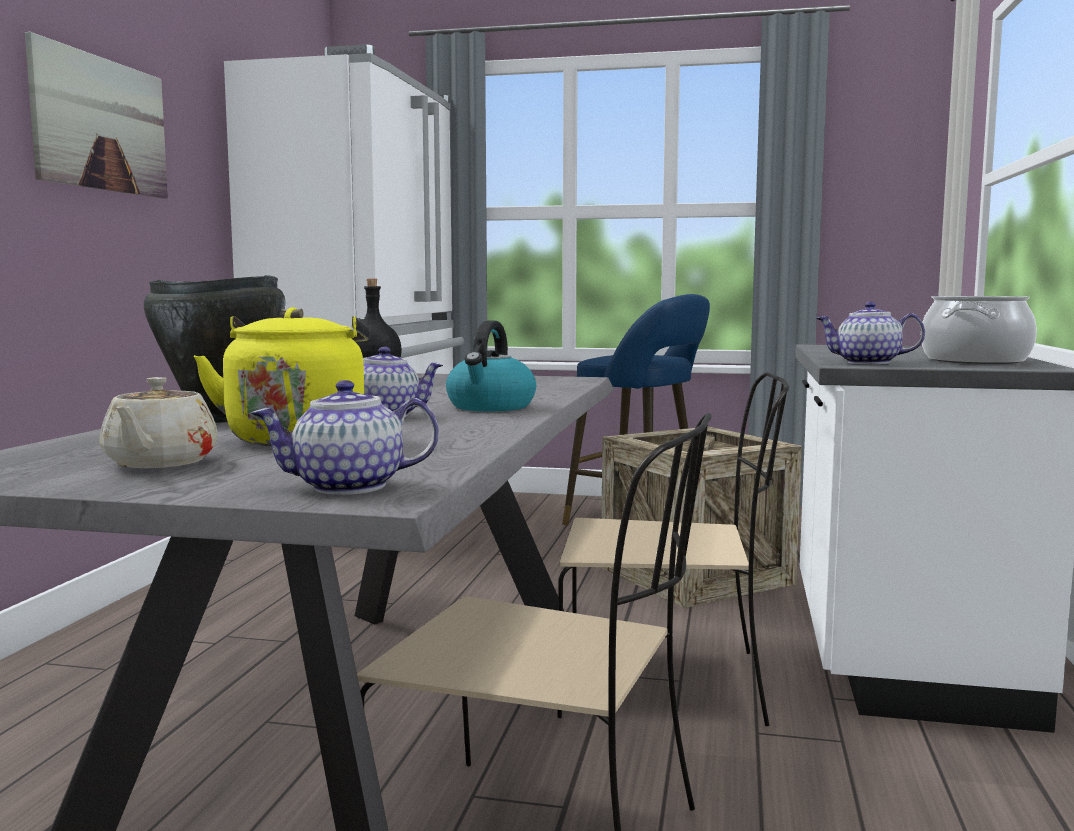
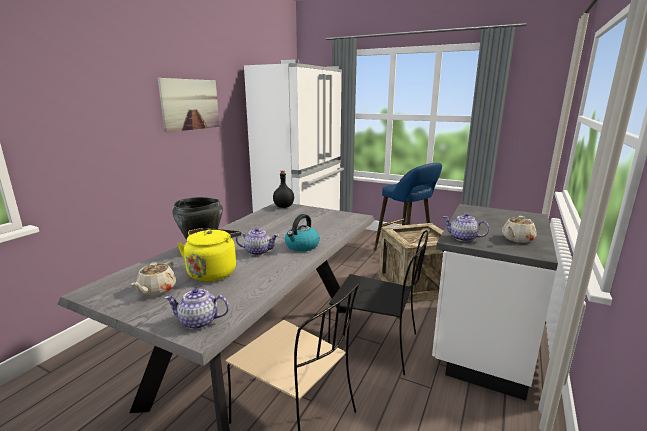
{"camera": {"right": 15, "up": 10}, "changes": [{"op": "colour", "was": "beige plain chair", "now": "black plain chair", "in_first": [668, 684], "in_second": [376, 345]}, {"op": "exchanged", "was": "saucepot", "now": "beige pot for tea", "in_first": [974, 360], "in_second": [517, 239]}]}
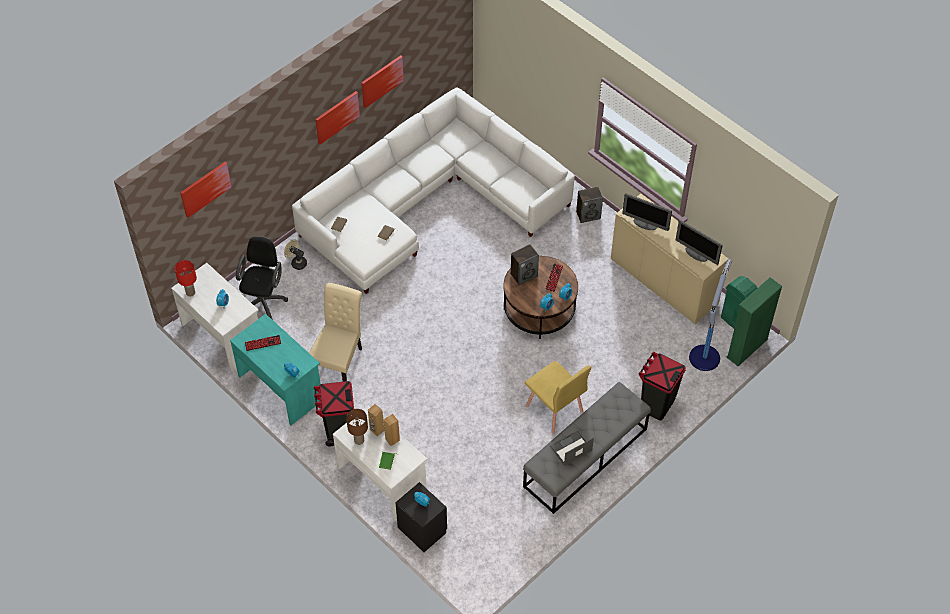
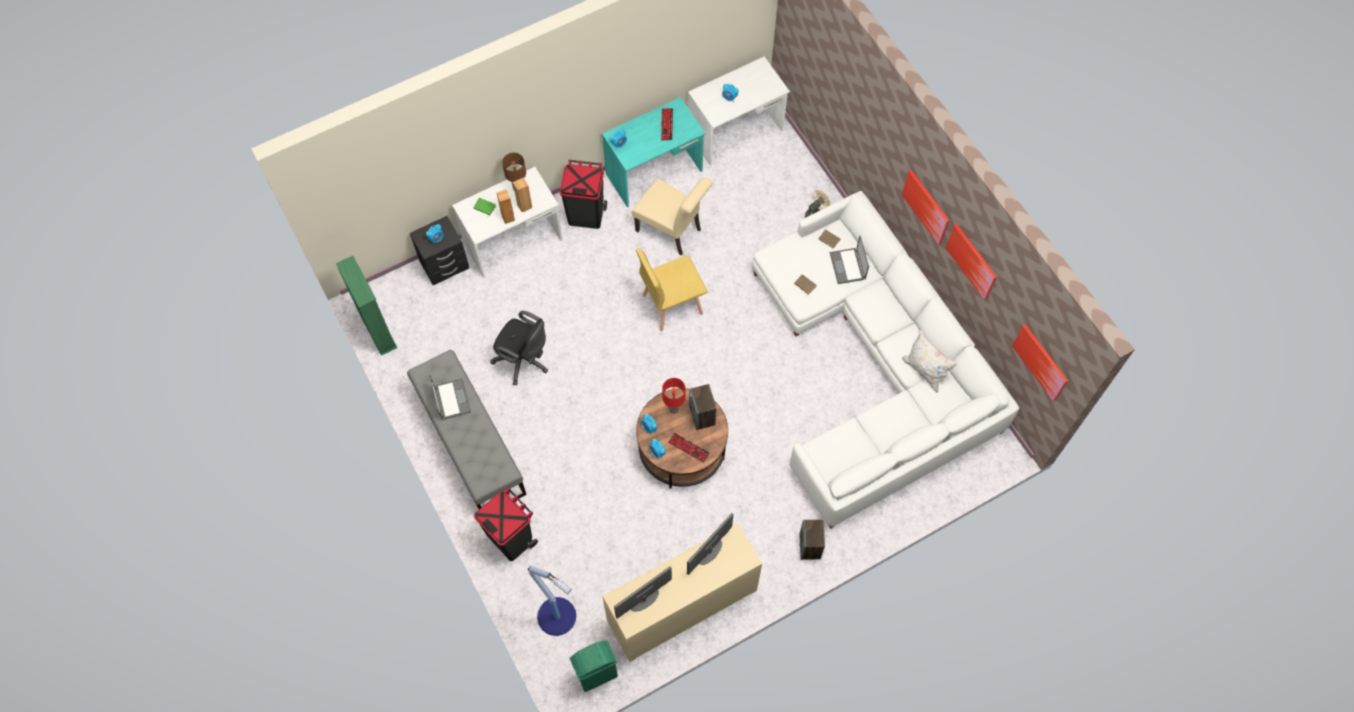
{"camera": {"right": 105, "up": 10}, "changes": [{"op": "relocated", "was": "reddish lamp for a table", "in_first": [190, 292], "in_second": [674, 408]}, {"op": "relocated", "was": "wall picture", "in_first": [205, 188], "in_second": [1040, 362]}, {"op": "relocated", "was": "black desk chair", "in_first": [264, 300], "in_second": [524, 361]}, {"op": "relocated", "was": "yellowish plain chair", "in_first": [554, 409], "in_second": [671, 304]}, {"op": "relocated", "was": "green shelving unit", "in_first": [747, 348], "in_second": [378, 331]}, {"op": "appeared", "now": "notebook computer", "in_second": [848, 266]}, {"op": "appeared", "now": "white cushion", "in_second": [924, 371]}]}
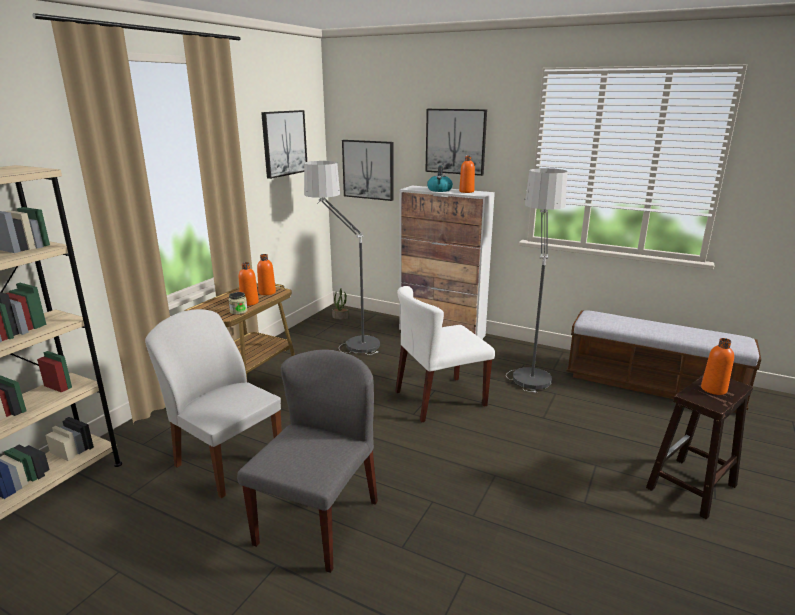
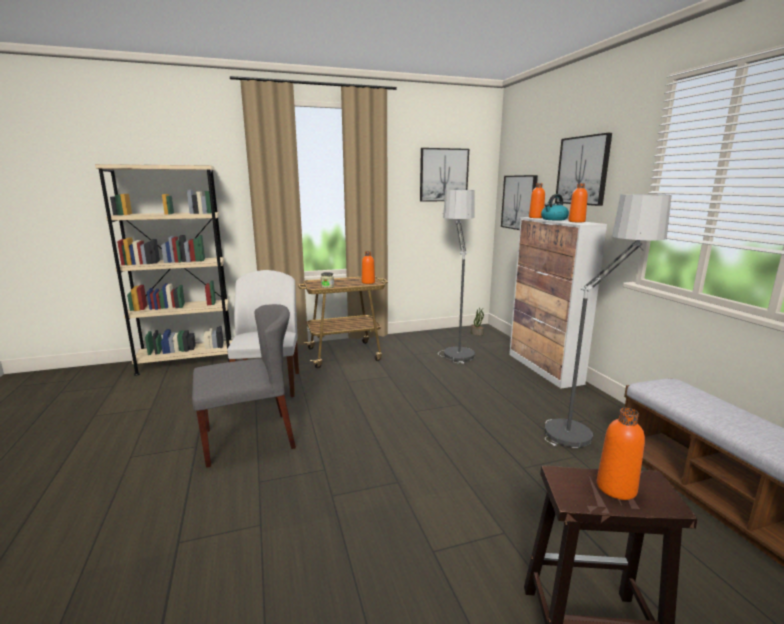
{"camera": {"right": 45, "up": -5}, "changes": [{"op": "relocated", "was": "orange-coloured beverage bottle", "in_first": [249, 302], "in_second": [536, 217]}, {"op": "missing", "was": "white plain chair", "in_first": [439, 399]}]}
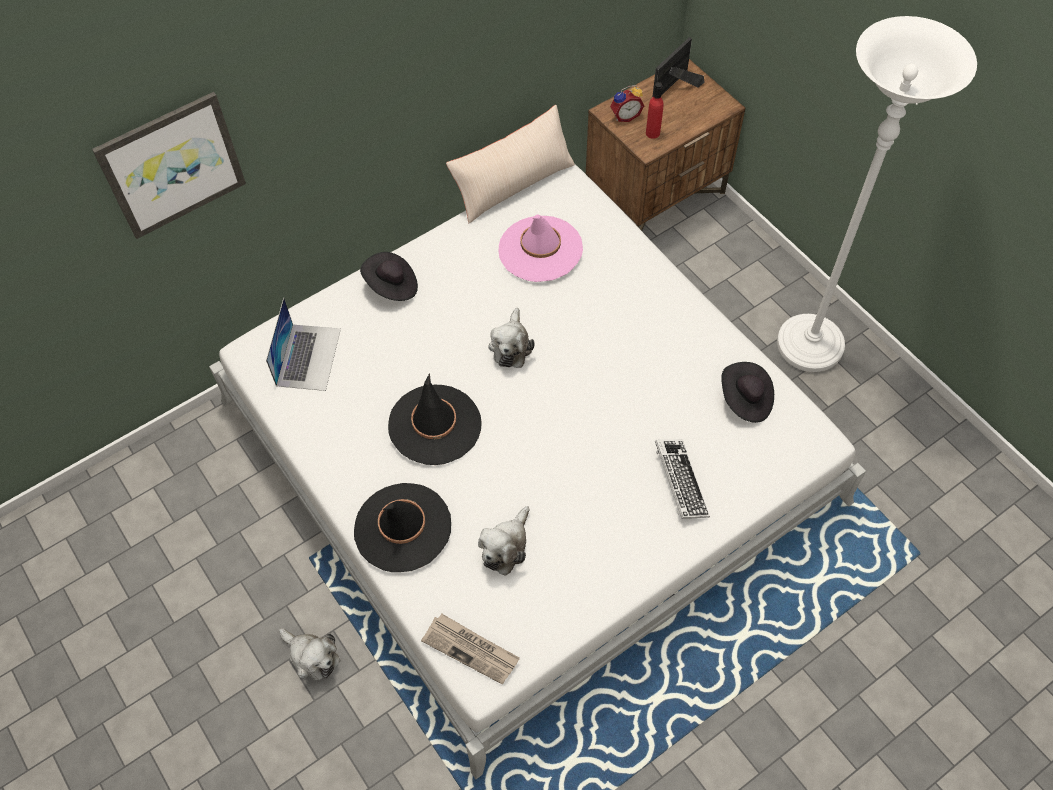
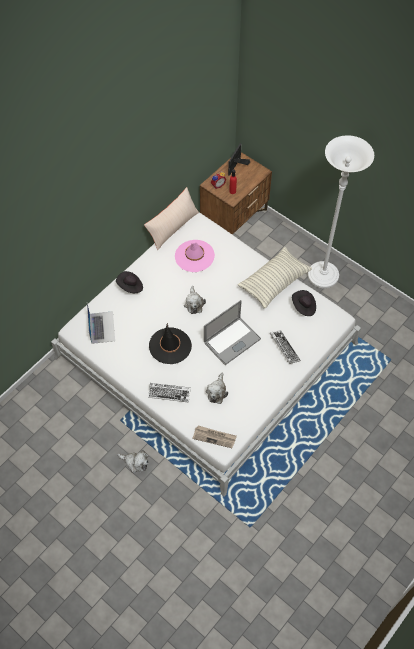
{"camera": {"right": -15, "up": 0}, "changes": [{"op": "missing", "was": "wall picture", "in_first": [171, 164]}, {"op": "exchanged", "was": "black hat", "now": "keyboard", "in_first": [402, 527], "in_second": [169, 393]}, {"op": "appeared", "now": "notebook computer", "in_second": [232, 341]}, {"op": "appeared", "now": "cushion", "in_second": [274, 282]}]}
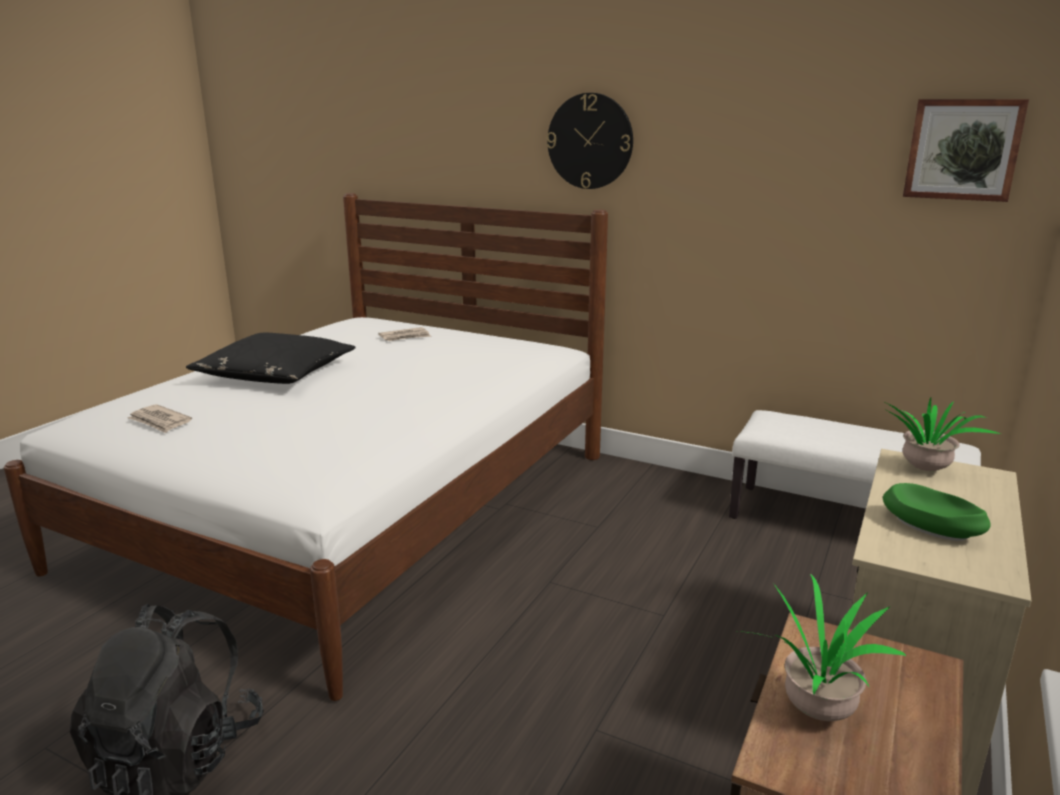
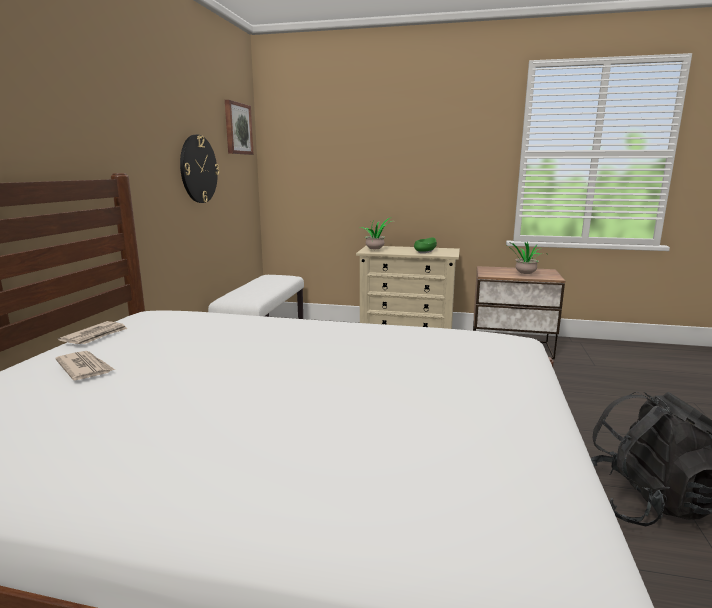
{"camera": {"right": -105, "up": -5}, "changes": [{"op": "relocated", "was": "daily paper", "in_first": [160, 421], "in_second": [96, 336]}, {"op": "missing", "was": "black cushion", "in_first": [276, 374]}, {"op": "relocated", "was": "hanging clock", "in_first": [590, 141], "in_second": [198, 169]}]}
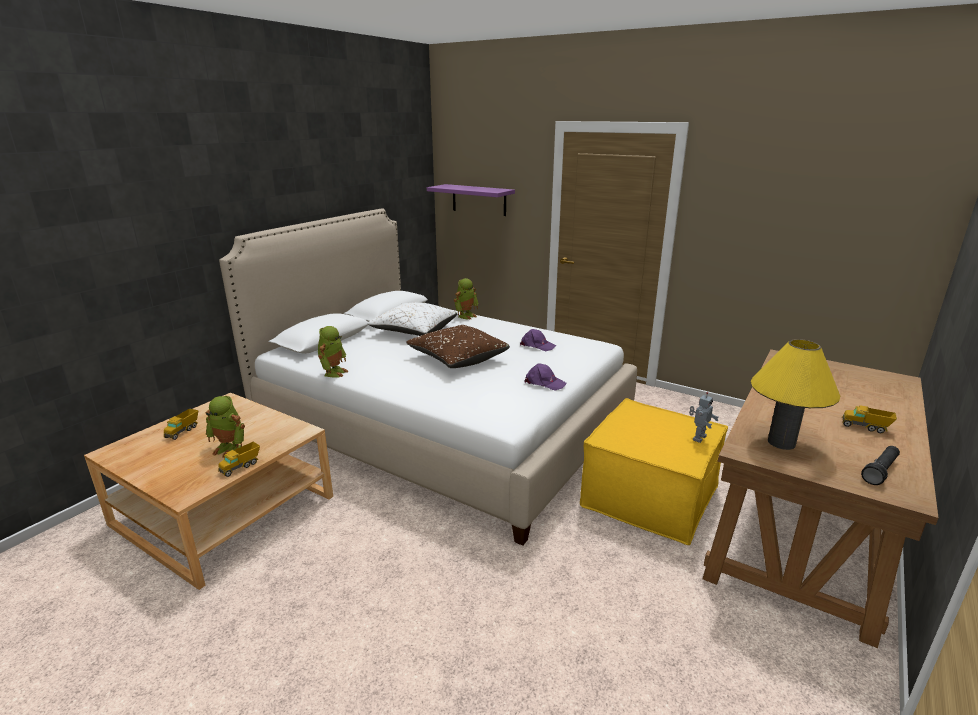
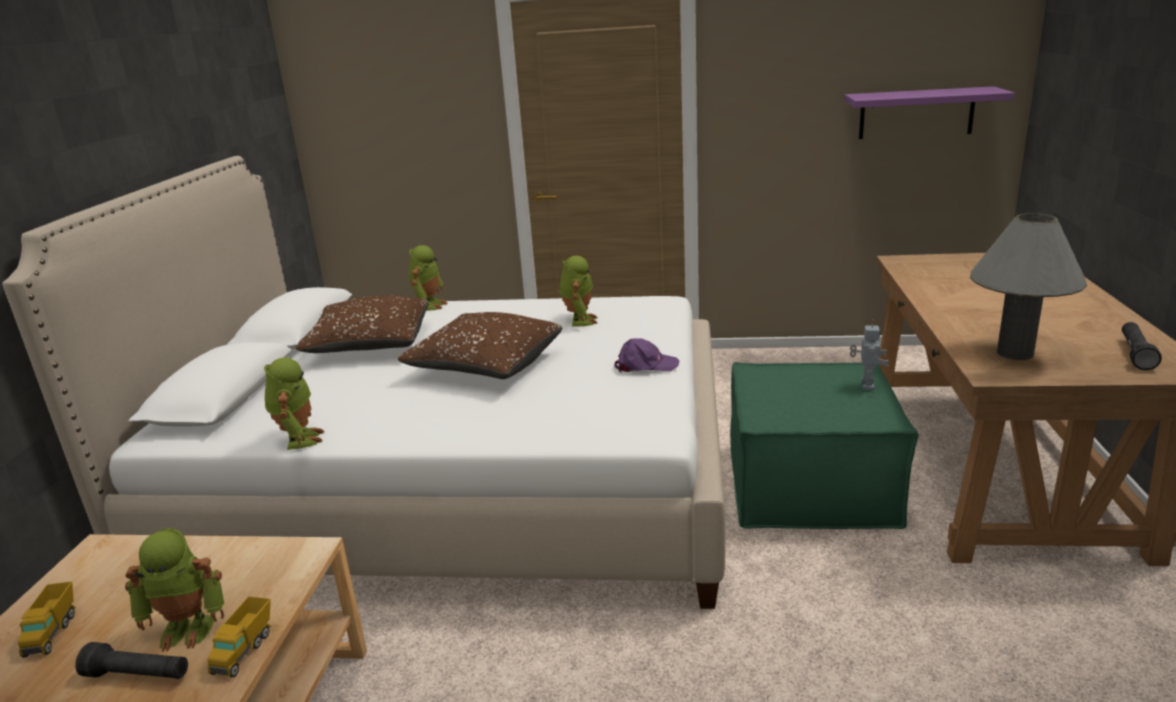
{"camera": {"right": -25, "up": 0}, "changes": [{"op": "colour", "was": "white cushion", "now": "brownish cushion", "in_first": [414, 331], "in_second": [370, 345]}, {"op": "relocated", "was": "purplish shelf", "in_first": [479, 200], "in_second": [916, 113]}, {"op": "exchanged", "was": "purplish cap", "now": "robot figure", "in_first": [537, 345], "in_second": [579, 321]}, {"op": "colour", "was": "yellowish ottoman", "now": "green ottoman", "in_first": [649, 496], "in_second": [810, 485]}, {"op": "colour", "was": "yellowish lamp for a table", "now": "gray lamp for a table", "in_first": [781, 442], "in_second": [1015, 353]}, {"op": "missing", "was": "model truck", "in_first": [865, 427]}, {"op": "appeared", "now": "black flashlight", "in_second": [138, 675]}]}
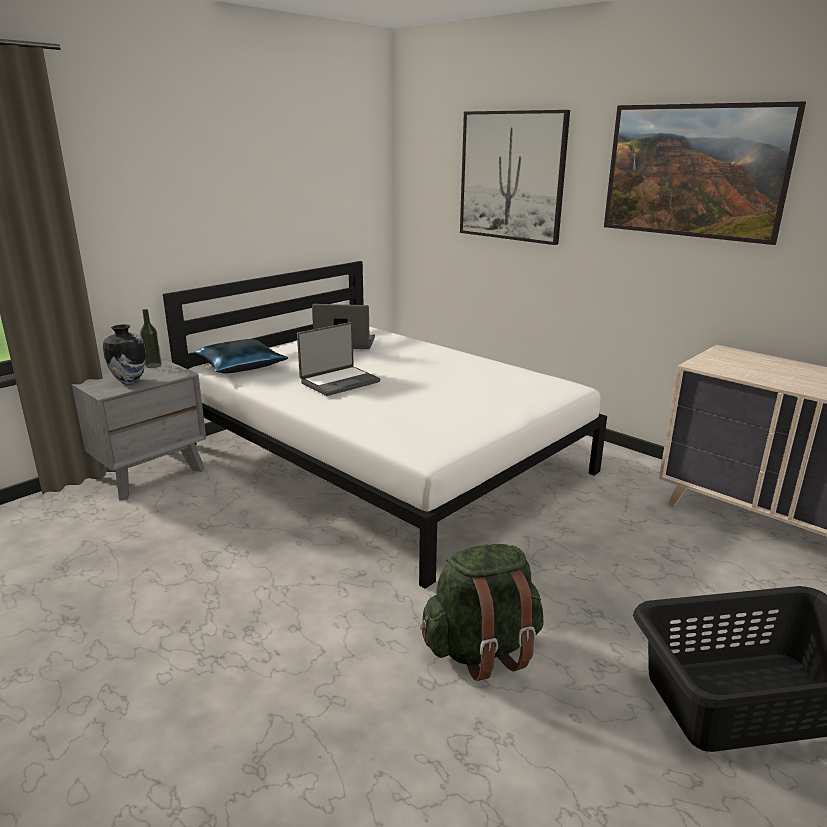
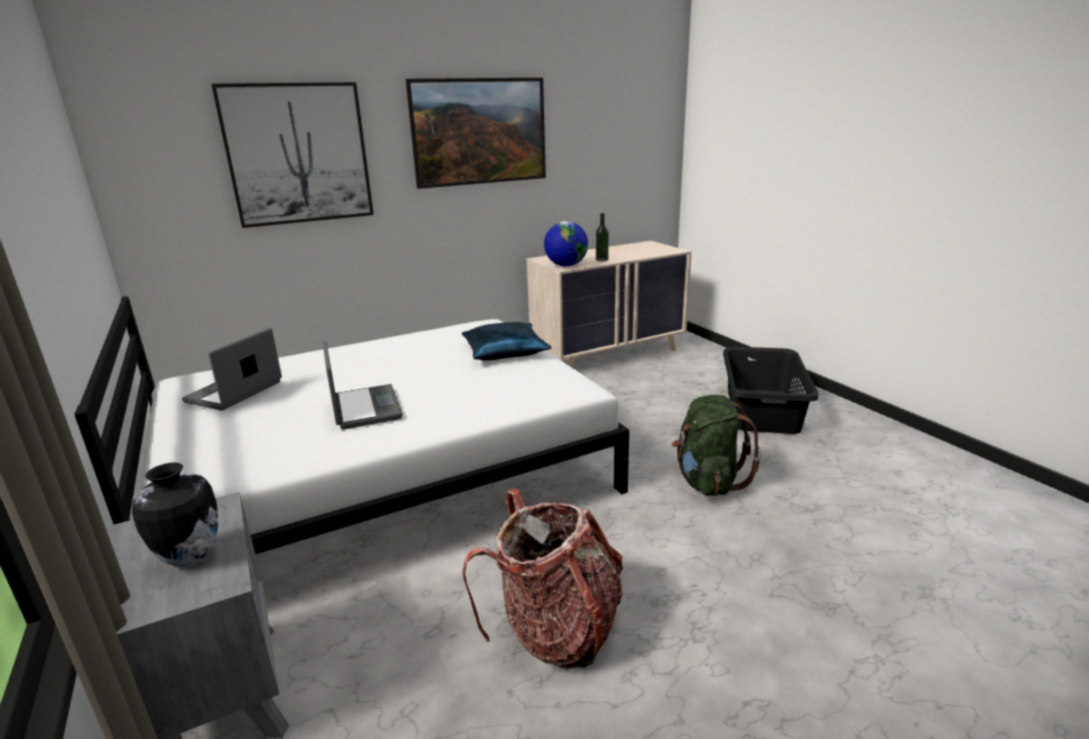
{"camera": {"right": -70, "up": 0}, "changes": [{"op": "relocated", "was": "beverage bottle", "in_first": [153, 365], "in_second": [602, 260]}, {"op": "relocated", "was": "blue-coloured cushion", "in_first": [241, 366], "in_second": [505, 351]}, {"op": "appeared", "now": "backpack", "in_second": [557, 629]}, {"op": "appeared", "now": "world globe", "in_second": [566, 265]}]}
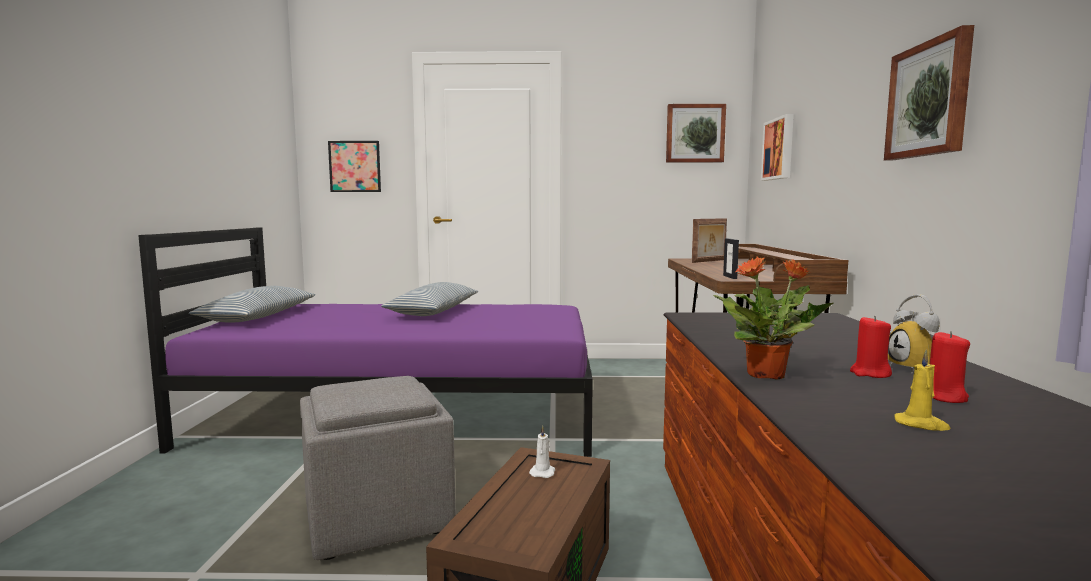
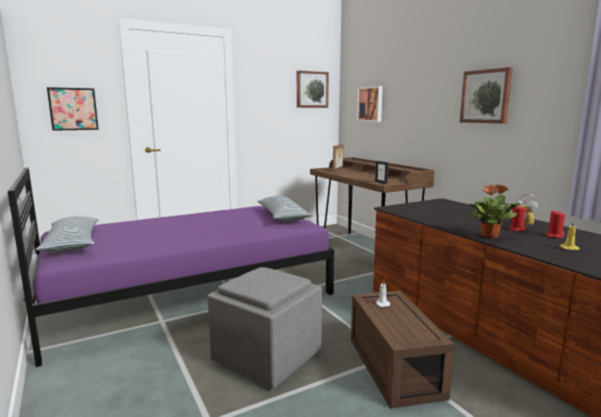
{"camera": {"right": -30, "up": 5}, "changes": [{"op": "relocated", "was": "cushion", "in_first": [434, 311], "in_second": [282, 216]}]}
